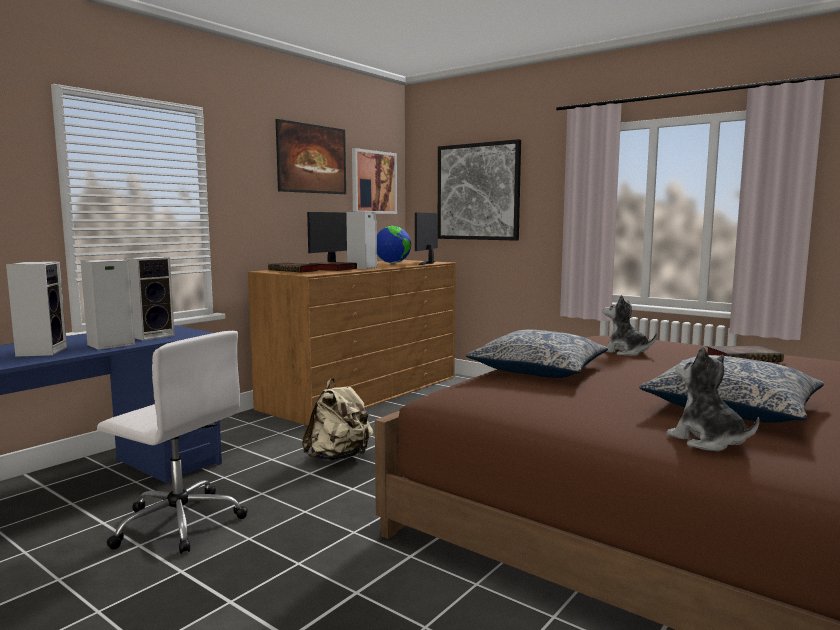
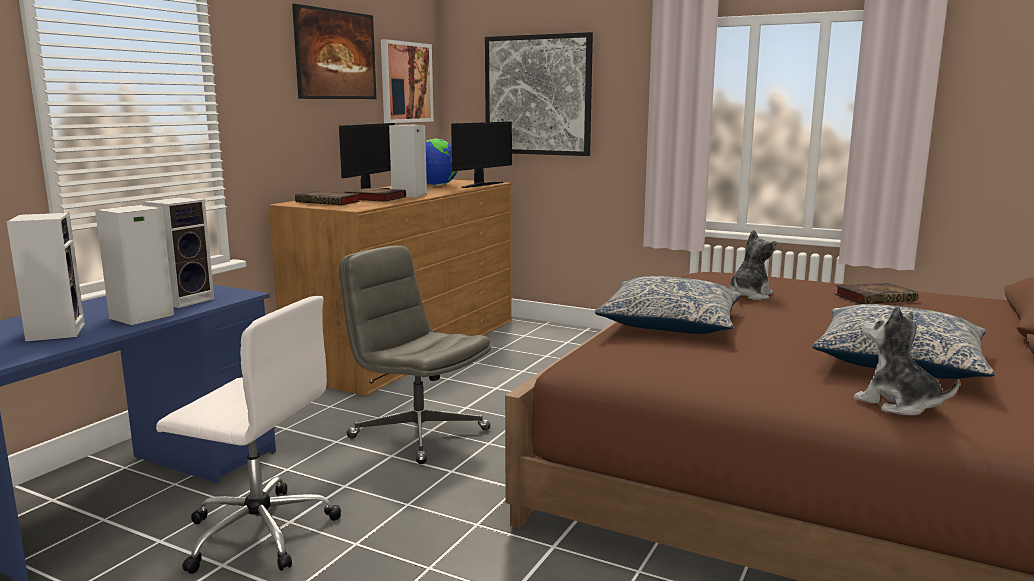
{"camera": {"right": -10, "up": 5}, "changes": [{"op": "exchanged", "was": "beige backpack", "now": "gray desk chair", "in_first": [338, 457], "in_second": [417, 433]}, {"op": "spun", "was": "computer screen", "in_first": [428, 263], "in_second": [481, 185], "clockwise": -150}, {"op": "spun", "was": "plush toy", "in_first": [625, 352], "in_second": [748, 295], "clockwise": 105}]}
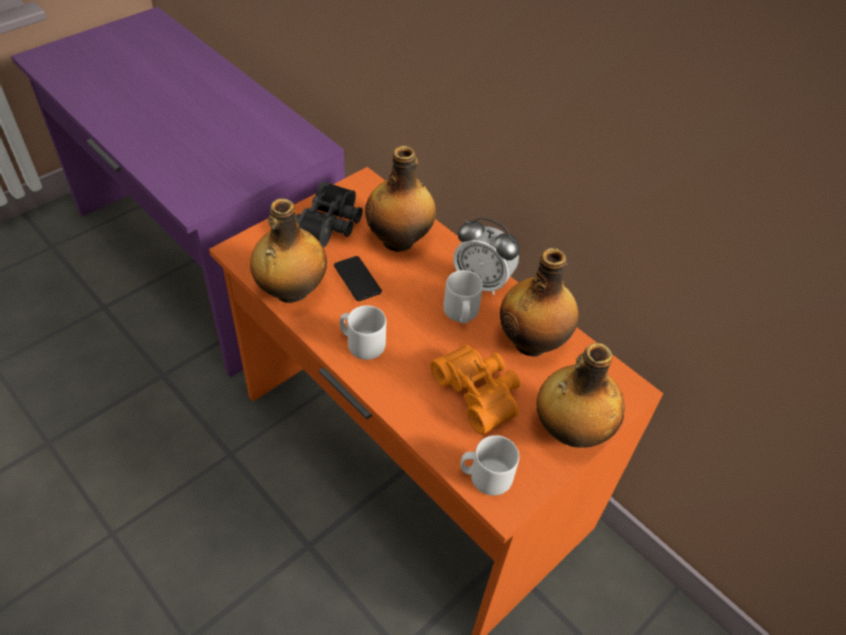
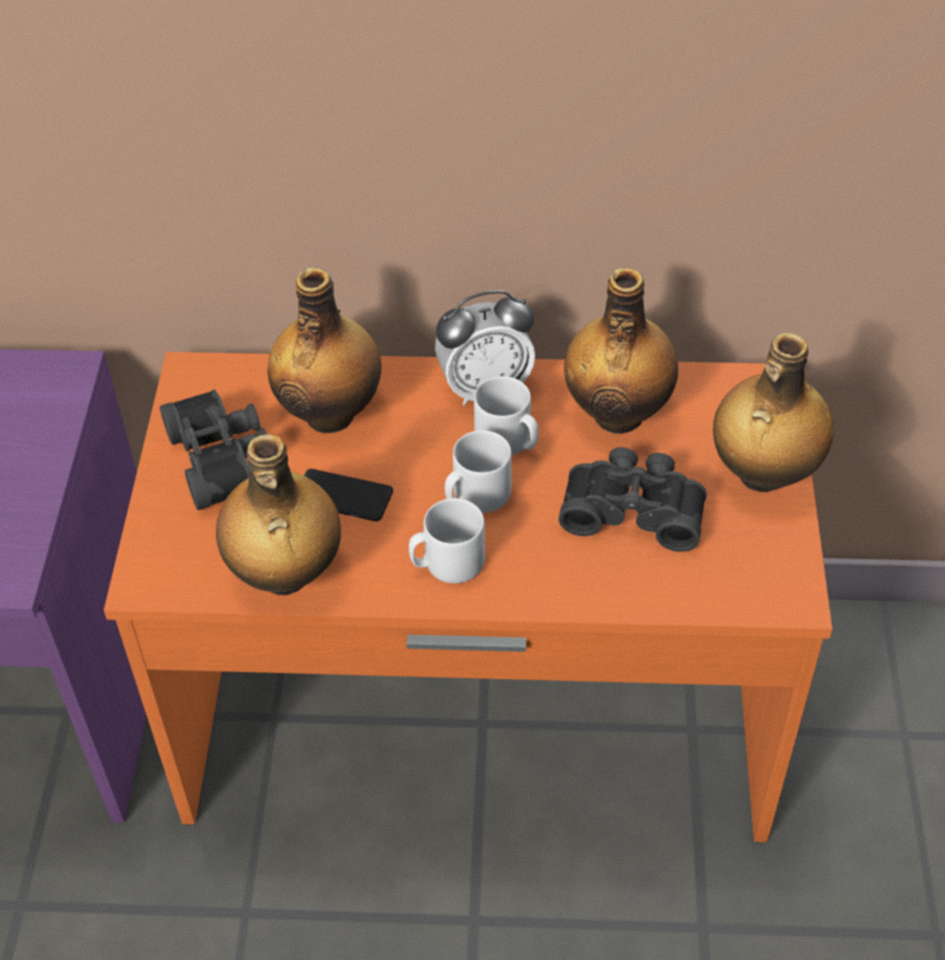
{"camera": {"right": -40, "up": 0}, "changes": [{"op": "colour", "was": "orange-coloured pair of binoculars", "now": "black pair of binoculars", "in_first": [479, 392], "in_second": [633, 509]}, {"op": "relocated", "was": "gray coffee mug", "in_first": [485, 476], "in_second": [476, 496]}]}
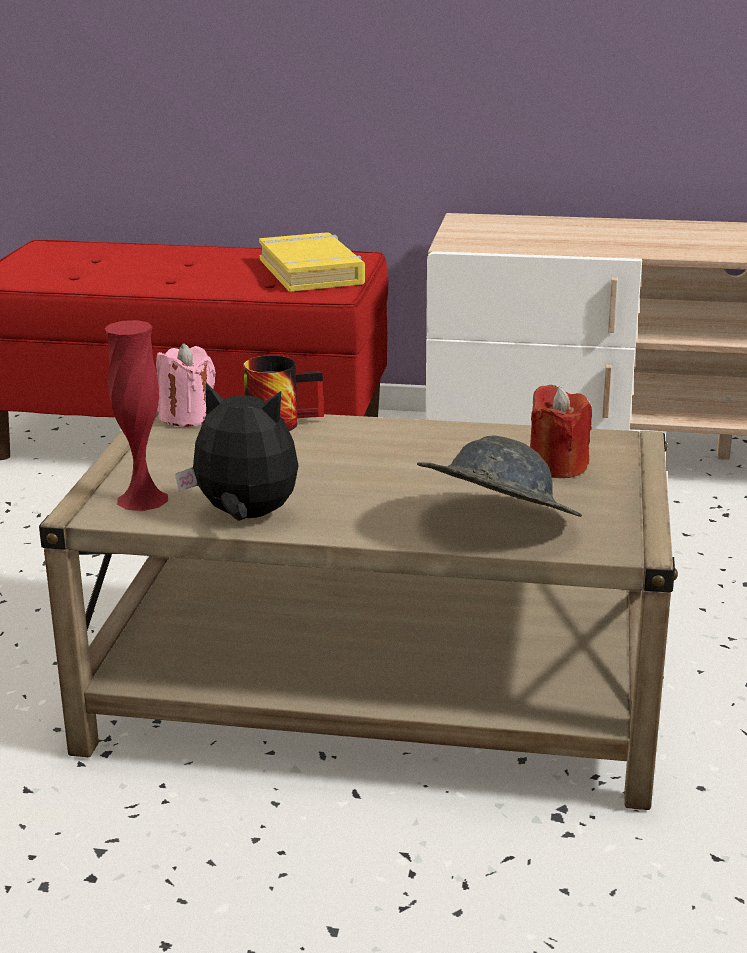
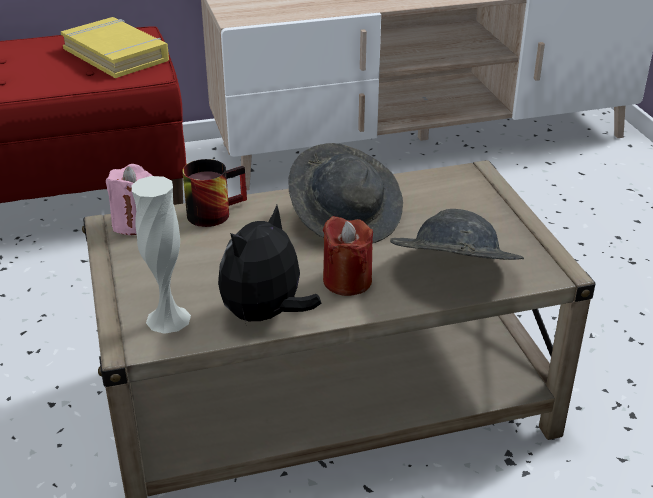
{"camera": {"right": -25, "up": 10}, "changes": [{"op": "colour", "was": "reddish flower vase", "now": "white flower vase", "in_first": [142, 499], "in_second": [168, 319]}, {"op": "spun", "was": "plush toy", "in_first": [244, 517], "in_second": [265, 315], "clockwise": -45}, {"op": "relocated", "was": "reddish wax candle", "in_first": [557, 466], "in_second": [347, 281]}, {"op": "appeared", "now": "gray hat", "in_second": [346, 218]}]}
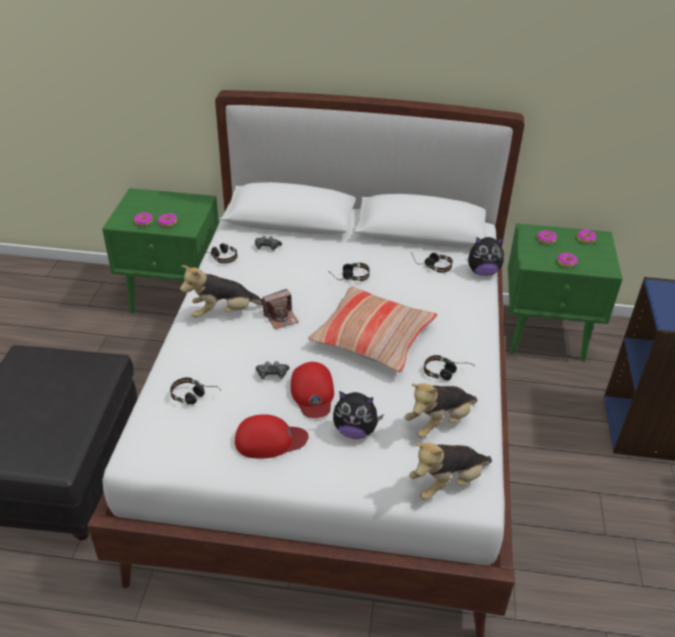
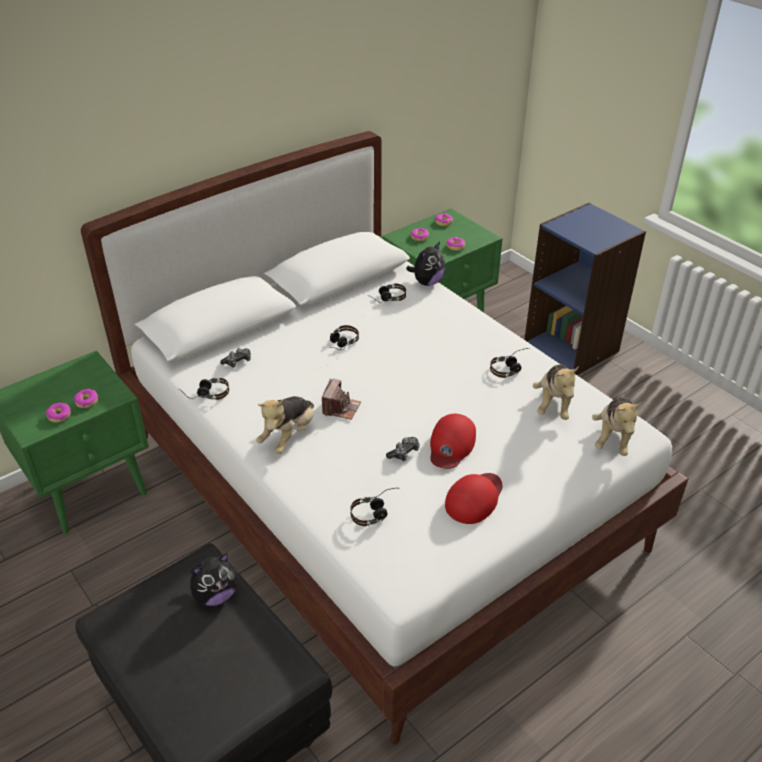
{"camera": {"right": -45, "up": 0}, "changes": [{"op": "spun", "was": "reddish cap", "in_first": [313, 393], "in_second": [451, 445], "clockwise": 75}, {"op": "missing", "was": "cushion", "in_first": [373, 338]}, {"op": "relocated", "was": "plush toy", "in_first": [355, 430], "in_second": [215, 595]}]}
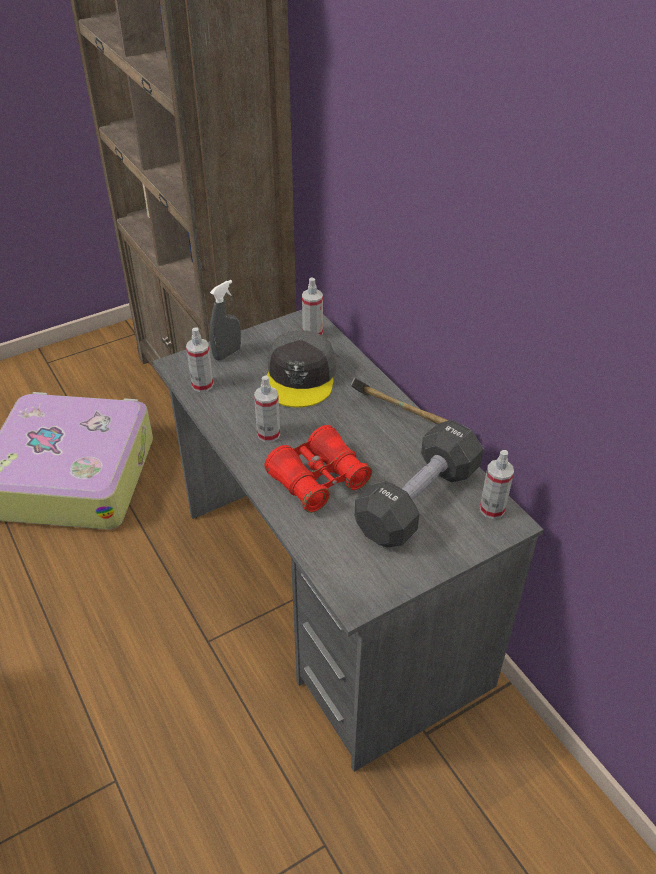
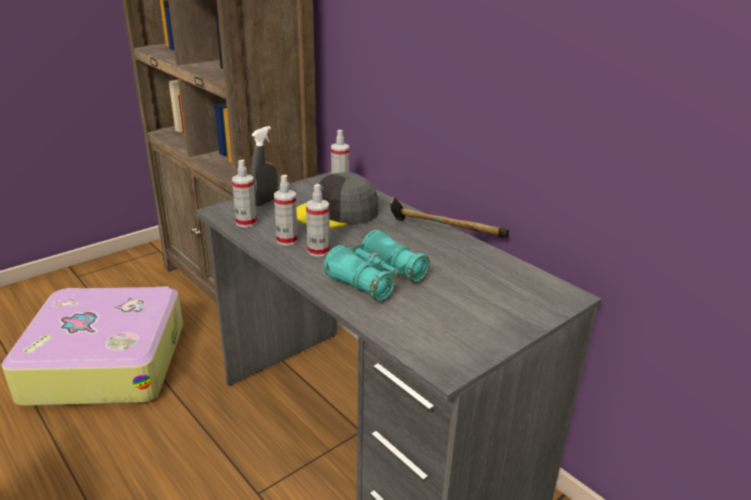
{"camera": {"right": -10, "up": -15}, "changes": [{"op": "colour", "was": "reddish pair of binoculars", "now": "turquoise pair of binoculars", "in_first": [318, 480], "in_second": [376, 279]}, {"op": "spun", "was": "gray cap", "in_first": [301, 377], "in_second": [338, 212], "clockwise": 75}, {"op": "missing", "was": "black free weight", "in_first": [418, 501]}, {"op": "relocated", "was": "hand sprayer", "in_first": [492, 509], "in_second": [287, 240]}]}
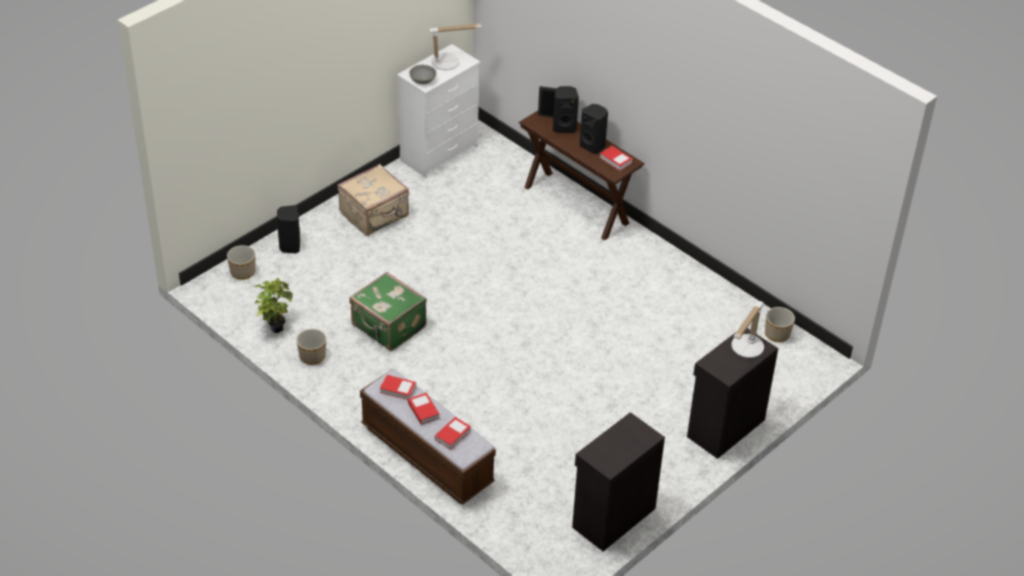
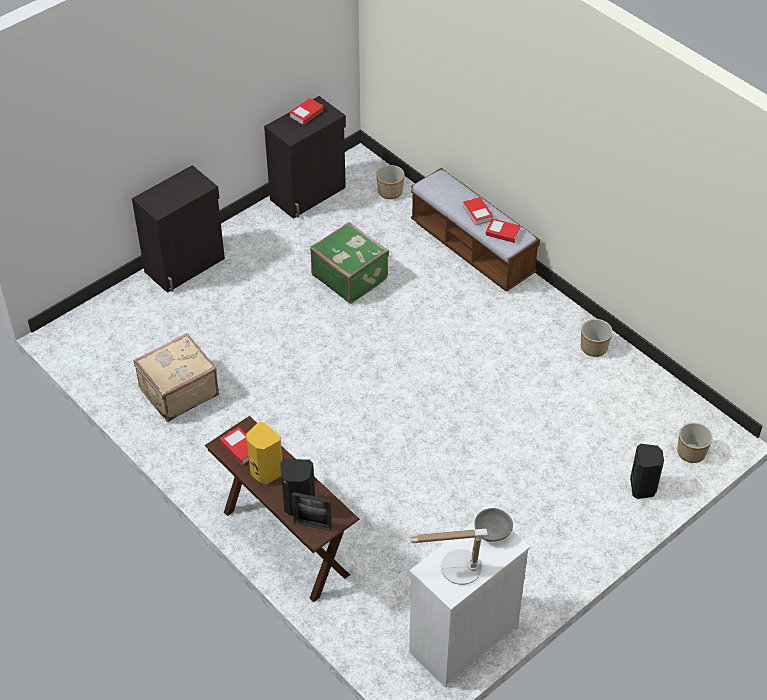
{"camera": {"right": -175, "up": 5}, "changes": [{"op": "missing", "was": "houseplant", "in_first": [275, 326]}, {"op": "relocated", "was": "beige suitcase", "in_first": [375, 215], "in_second": [178, 391]}, {"op": "relocated", "was": "green suitcase", "in_first": [388, 327], "in_second": [350, 276]}, {"op": "relocated", "was": "book", "in_first": [452, 435], "in_second": [306, 114]}, {"op": "colour", "was": "black speaker", "now": "yellowish speaker", "in_first": [593, 146], "in_second": [265, 472]}, {"op": "missing", "was": "lamp for a table", "in_first": [745, 350]}, {"op": "relocated", "was": "flower pot", "in_first": [777, 334], "in_second": [390, 191]}]}
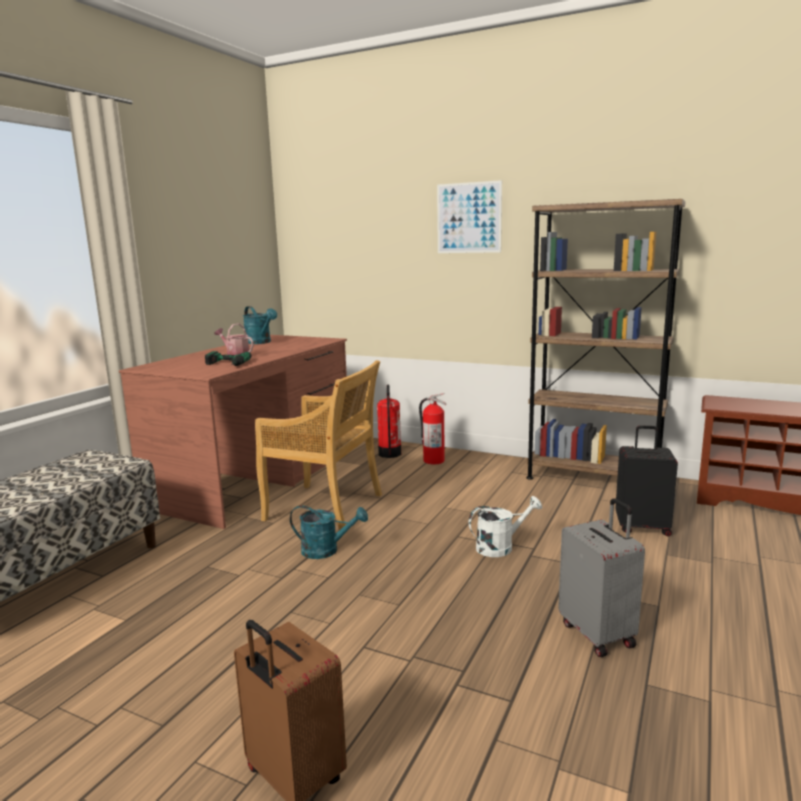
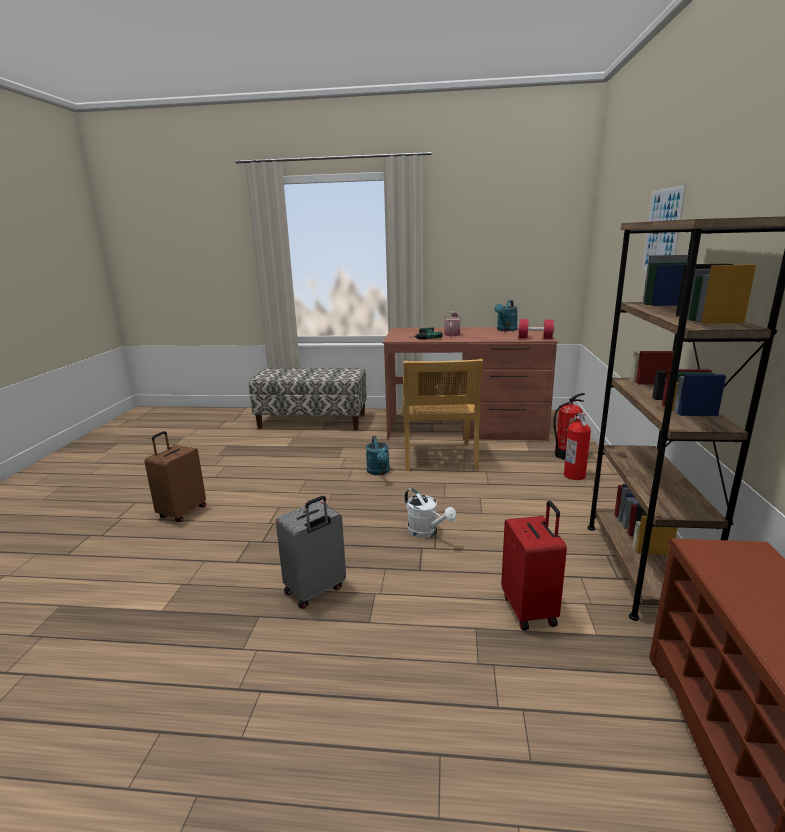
{"camera": {"right": 70, "up": 5}, "changes": [{"op": "colour", "was": "black suitcase", "now": "reddish suitcase", "in_first": [642, 527], "in_second": [530, 610]}, {"op": "appeared", "now": "reddish free weight", "in_second": [535, 338]}]}
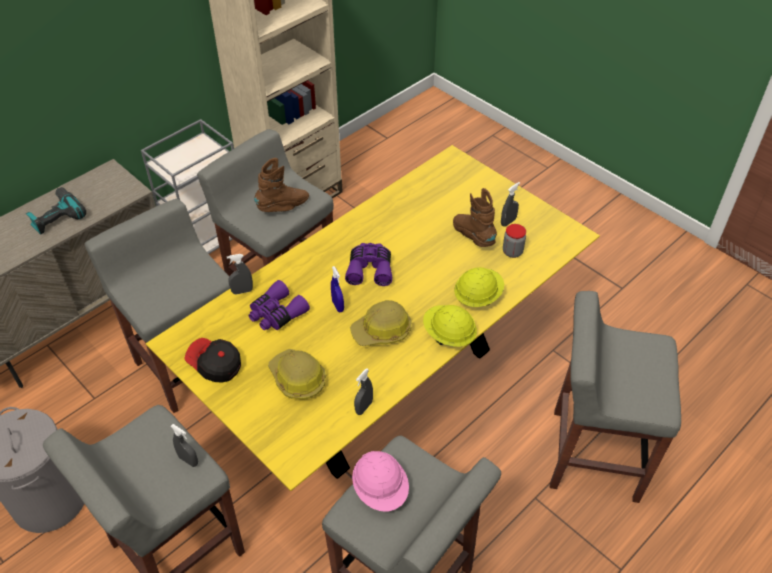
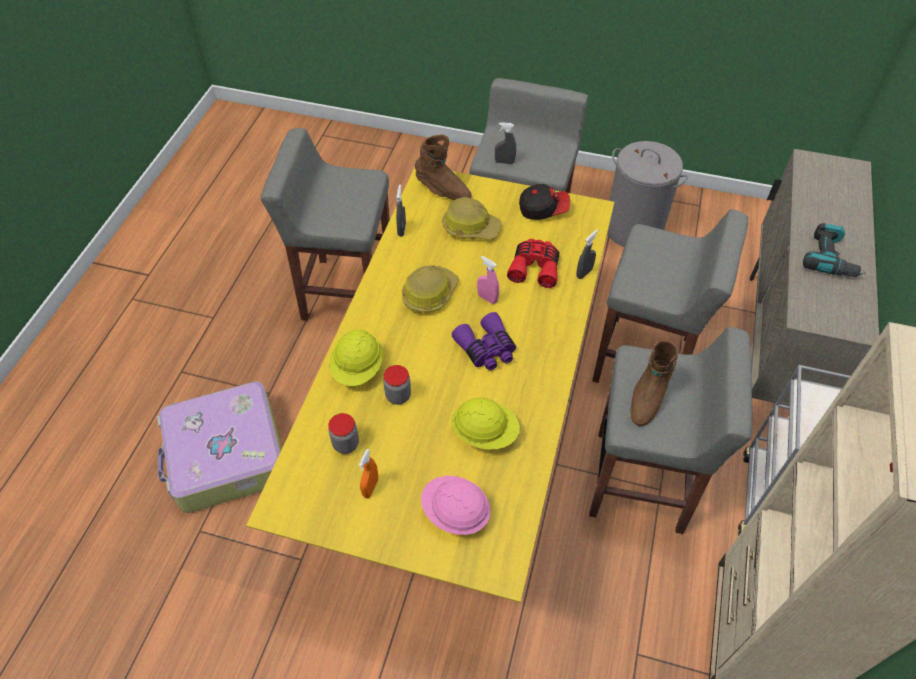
{"camera": {"right": 150, "up": 5}, "changes": [{"op": "colour", "was": "purplish pair of binoculars", "now": "reddish pair of binoculars", "in_first": [276, 314], "in_second": [535, 267]}, {"op": "colour", "was": "blue-coloured hand sprayer", "now": "pink-coloured hand sprayer", "in_first": [338, 306], "in_second": [487, 298]}, {"op": "relocated", "was": "pink-coloured hard hat", "in_first": [380, 490], "in_second": [455, 513]}, {"op": "relocated", "was": "yellowish hard hat", "in_first": [448, 335], "in_second": [485, 433]}, {"op": "relocated", "was": "brownish high-top boot", "in_first": [473, 237], "in_second": [443, 191]}, {"op": "colour", "was": "gray hand sprayer", "now": "orange-coloured hand sprayer", "in_first": [508, 222], "in_second": [370, 488]}, {"op": "exchanged", "was": "gray stool", "now": "suitcase", "in_first": [592, 454], "in_second": [226, 456]}, {"op": "appeared", "now": "storage jar", "in_second": [398, 396]}]}
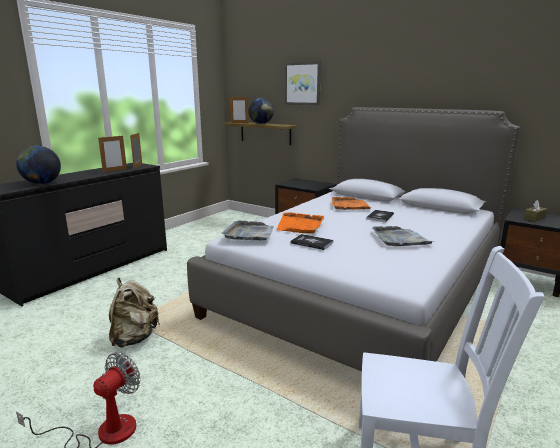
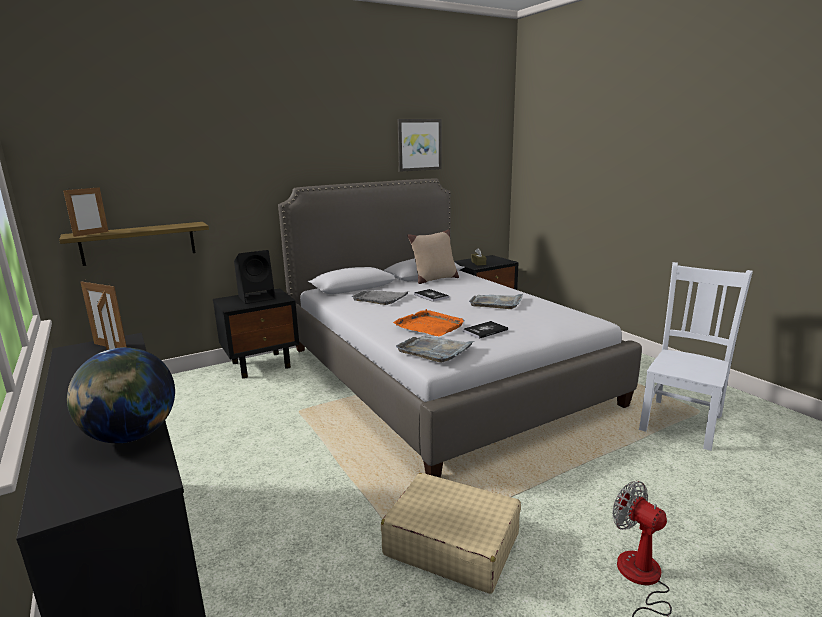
{"camera": {"right": -65, "up": 0}, "changes": [{"op": "exchanged", "was": "beige backpack", "now": "beige suitcase", "in_first": [134, 338], "in_second": [451, 544]}, {"op": "missing", "was": "world globe", "in_first": [261, 124]}, {"op": "relocated", "was": "wall picture", "in_first": [302, 83], "in_second": [419, 145]}, {"op": "colour", "was": "orange-coloured serving tray", "now": "gray serving tray", "in_first": [349, 205], "in_second": [380, 298]}, {"op": "appeared", "now": "black speaker", "in_second": [257, 297]}, {"op": "appeared", "now": "beige cushion", "in_second": [434, 279]}]}
